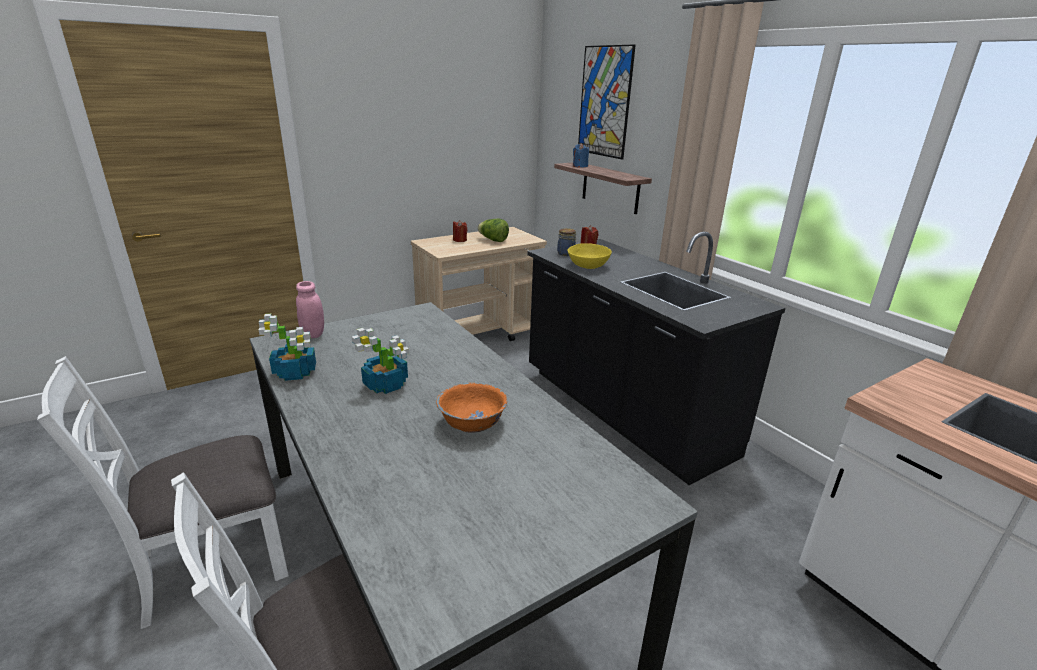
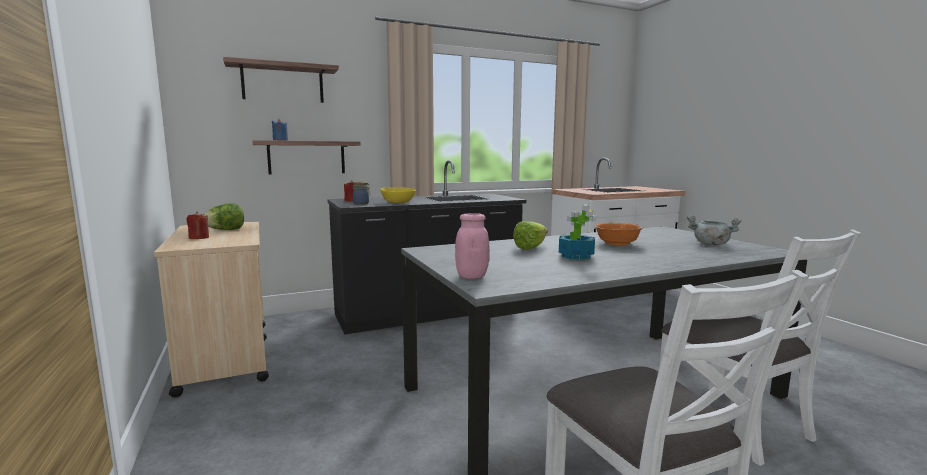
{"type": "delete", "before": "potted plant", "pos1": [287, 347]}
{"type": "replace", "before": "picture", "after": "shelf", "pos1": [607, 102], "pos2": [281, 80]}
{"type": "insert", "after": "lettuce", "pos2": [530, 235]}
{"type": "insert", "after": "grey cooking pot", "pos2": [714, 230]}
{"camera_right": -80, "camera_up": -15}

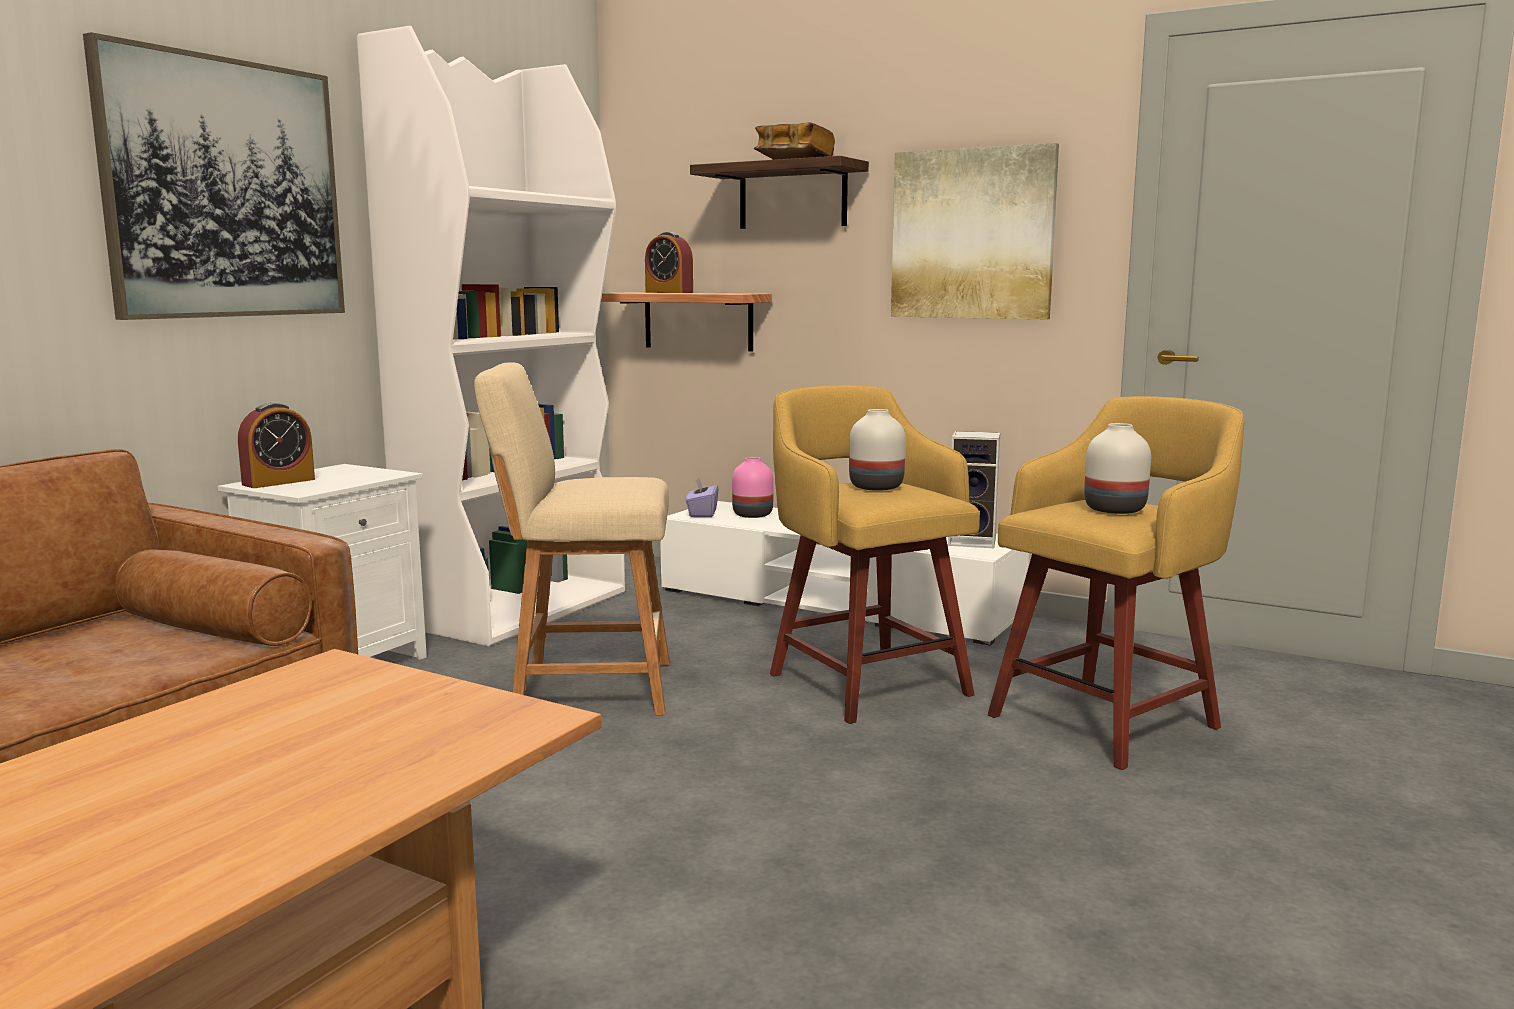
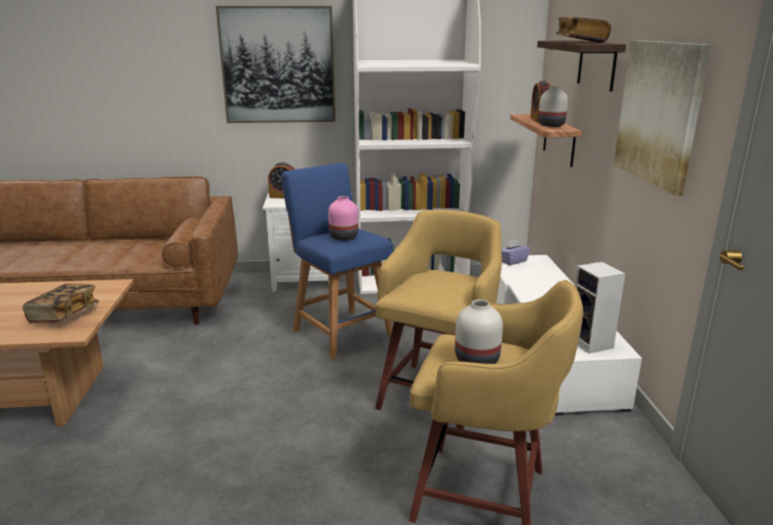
{"type": "recolor", "before": "beige stool", "after": "blue stool", "pos1": [572, 538], "pos2": [337, 261]}
{"type": "move", "before": "pink vase", "pos1": [753, 487], "pos2": [343, 218]}
{"type": "move", "before": "white vase", "pos1": [877, 450], "pos2": [553, 106]}
{"type": "insert", "after": "book", "pos2": [61, 303]}
{"camera_right": 55, "camera_up": 10}

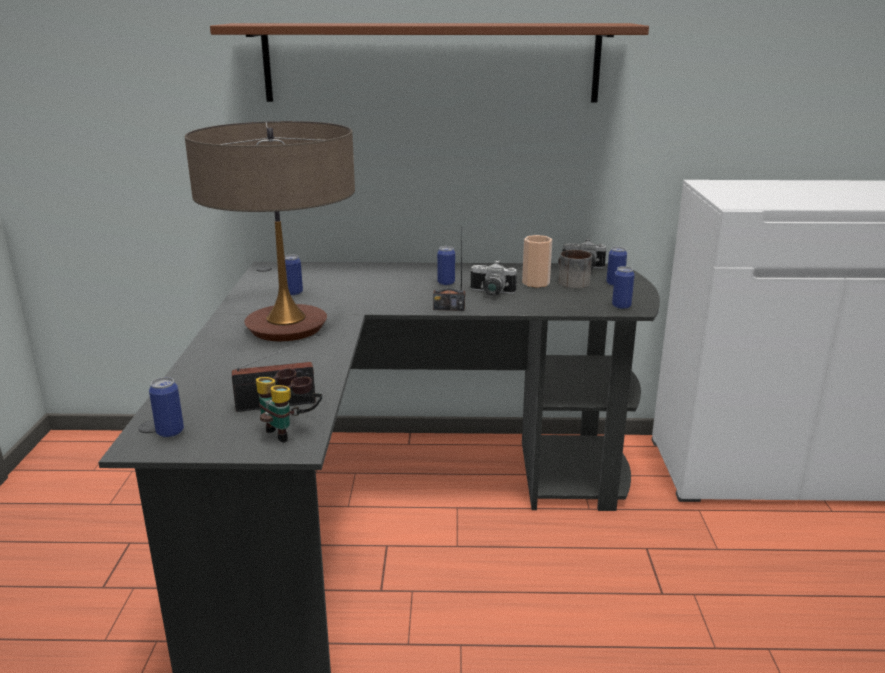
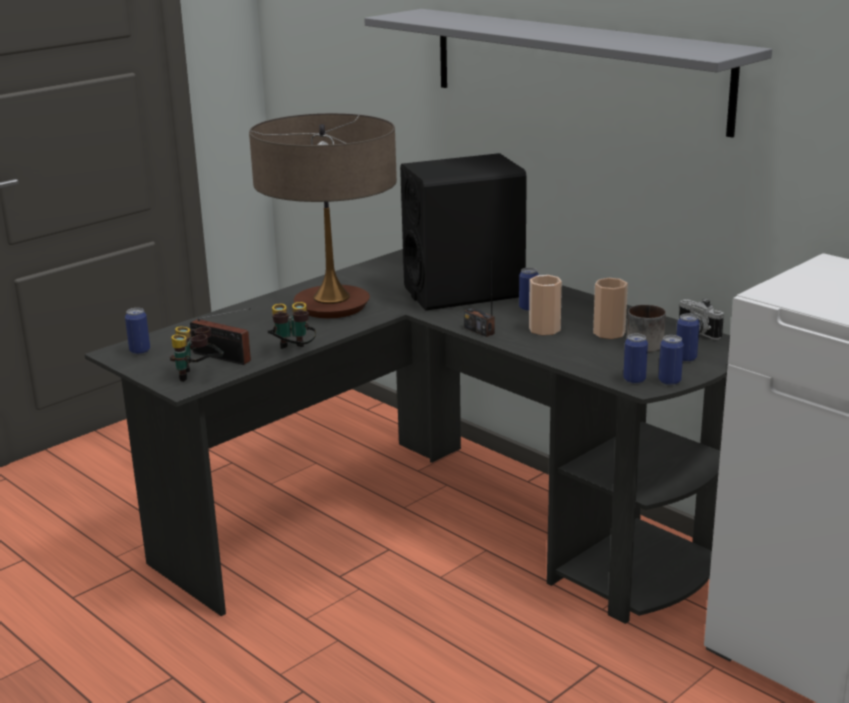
{"type": "recolor", "before": "brown shelf", "after": "grey shelf", "pos1": [429, 62], "pos2": [568, 73]}
{"type": "move", "before": "can", "pos1": [294, 274], "pos2": [671, 360]}
{"type": "replace", "before": "photo camera", "after": "cup", "pos1": [494, 278], "pos2": [545, 305]}
{"type": "insert", "after": "binoculars", "pos2": [292, 325]}
{"type": "insert", "after": "black speaker", "pos2": [463, 232]}
{"camera_right": 45, "camera_up": 0}

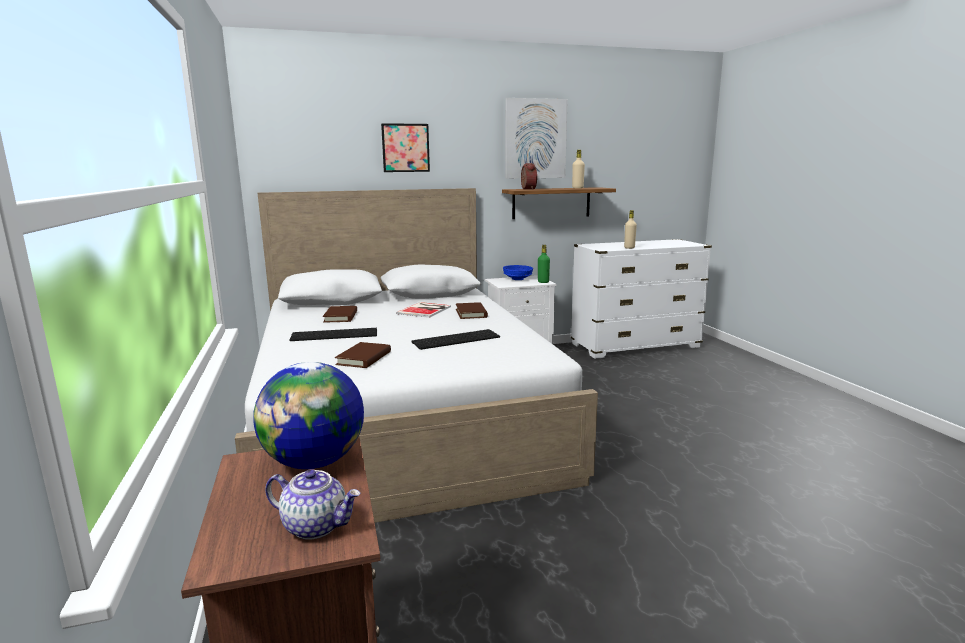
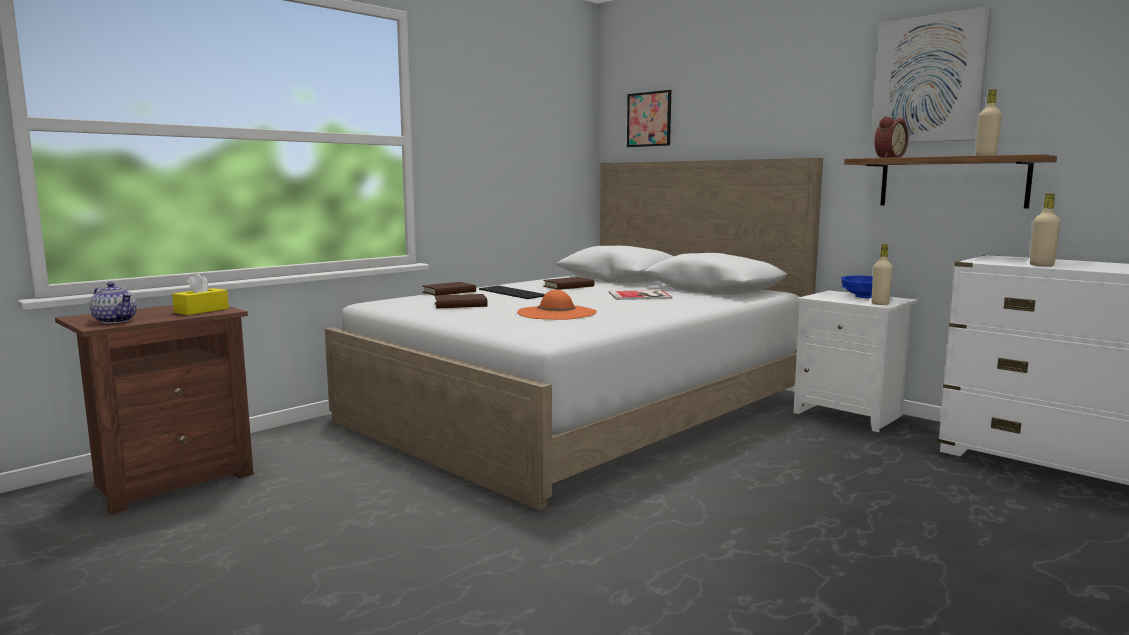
{"type": "replace", "before": "globe", "after": "yellow tissue box", "pos1": [308, 415], "pos2": [200, 294]}
{"type": "rotate", "before": "teapot", "pos1": [313, 504], "pos2": [113, 302], "turn": -45}
{"type": "move", "before": "picture", "pos1": [405, 147], "pos2": [649, 118]}
{"type": "replace", "before": "keyboard", "after": "orange hat", "pos1": [455, 339], "pos2": [557, 305]}
{"type": "move", "before": "brown book", "pos1": [472, 310], "pos2": [449, 289]}
{"type": "recolor", "before": "green bottle", "after": "beige bottle", "pos1": [544, 264], "pos2": [882, 274]}
{"camera_right": 60, "camera_up": -5}

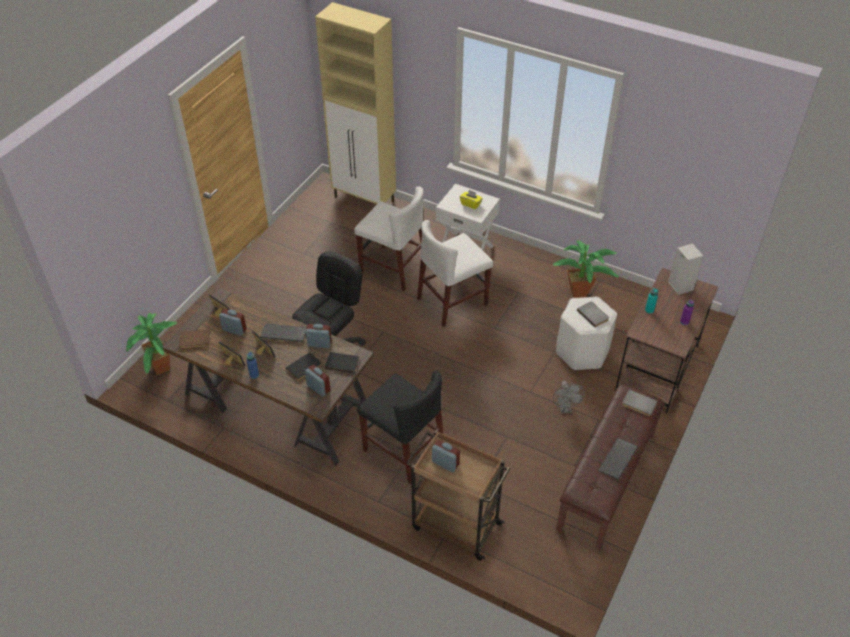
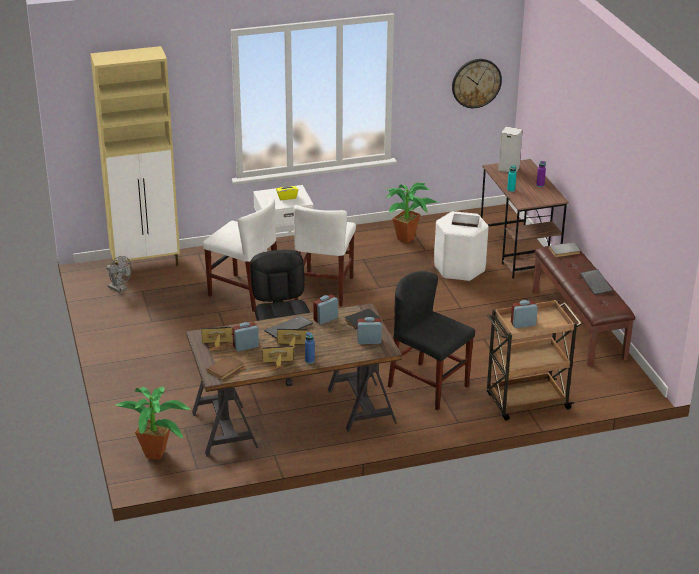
{"type": "delete", "before": "black book", "pos1": [304, 366]}
{"type": "rotate", "before": "white chair", "pos1": [388, 238], "pos2": [240, 254], "turn": 45}
{"type": "rotate", "before": "black chair", "pos1": [400, 427], "pos2": [431, 340], "turn": -135}
{"type": "move", "before": "grey fan", "pos1": [569, 397], "pos2": [119, 274]}
{"type": "insert", "after": "wall clock", "pos2": [477, 83]}
{"camera_right": -45, "camera_up": -15}

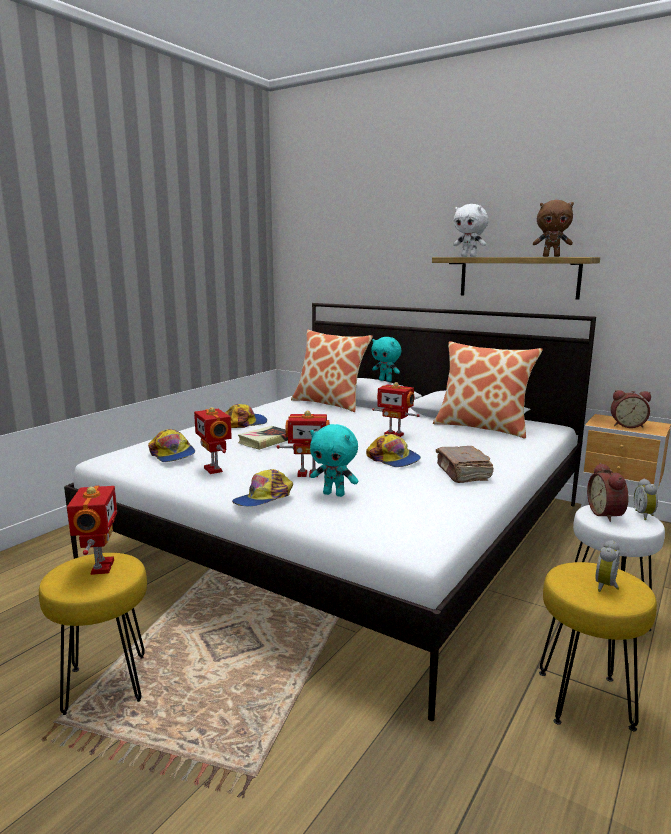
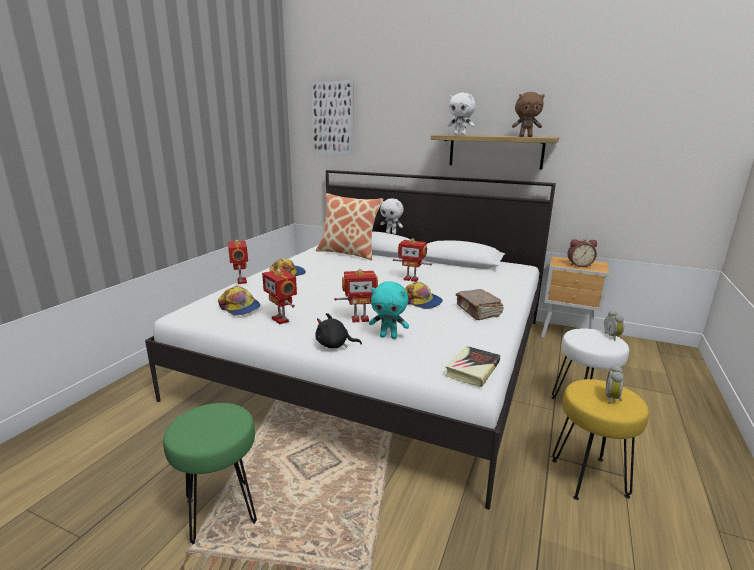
{"type": "recolor", "before": "yellow stool", "after": "green stool", "pos1": [93, 634], "pos2": [210, 473]}
{"type": "move", "before": "toy robot", "pos1": [92, 530], "pos2": [238, 262]}
{"type": "replace", "before": "cap", "after": "black plush toy", "pos1": [262, 488], "pos2": [338, 330]}
{"type": "move", "before": "book", "pos1": [263, 438], "pos2": [473, 366]}
{"type": "recolor", "before": "turquoise plush toy", "after": "white plush toy", "pos1": [386, 359], "pos2": [392, 216]}
{"type": "delete", "before": "pillow", "pos1": [488, 390]}
{"type": "delete", "before": "alarm clock", "pos1": [608, 492]}
{"type": "insert", "after": "picture", "pos2": [332, 118]}
{"camera_right": -10, "camera_up": 5}

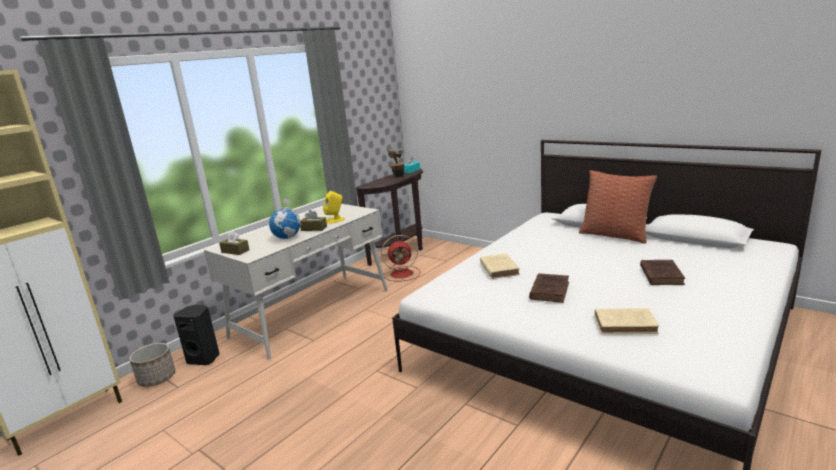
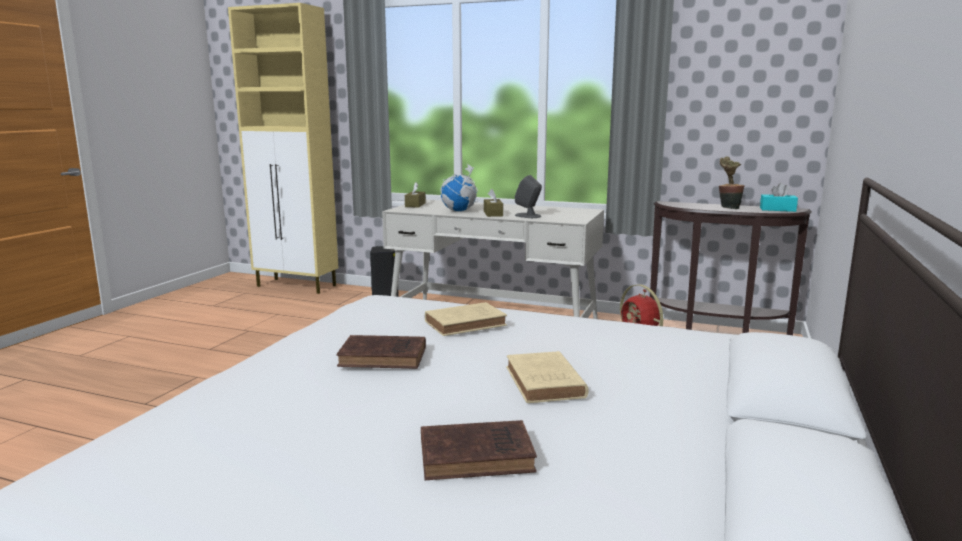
{"type": "delete", "before": "planter", "pos1": [152, 365]}
{"type": "recolor", "before": "yellow speaker", "after": "grey speaker", "pos1": [334, 207], "pos2": [528, 196]}
{"type": "delete", "before": "pillow", "pos1": [618, 207]}
{"type": "move", "before": "beige book", "pos1": [627, 321], "pos2": [547, 377]}
{"camera_right": 70, "camera_up": -5}

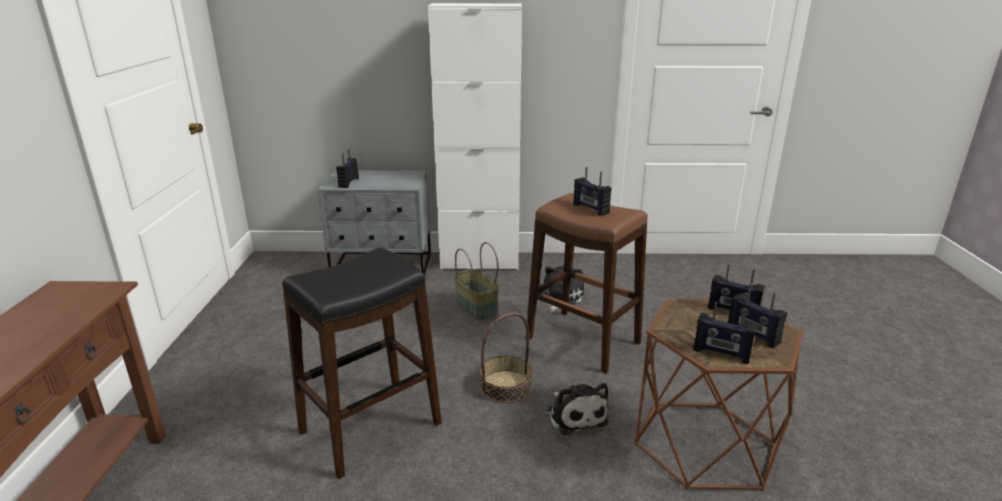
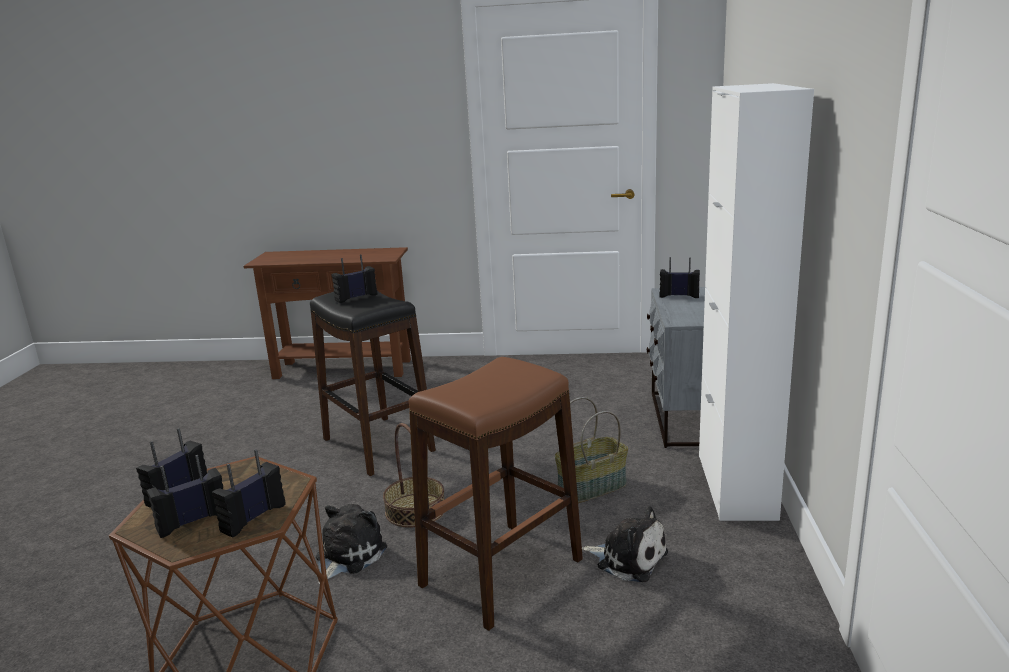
{"type": "rotate", "before": "plush toy", "pos1": [577, 409], "pos2": [351, 544], "turn": 135}
{"type": "move", "before": "radio", "pos1": [592, 191], "pos2": [354, 278]}
{"camera_right": 95, "camera_up": -5}

